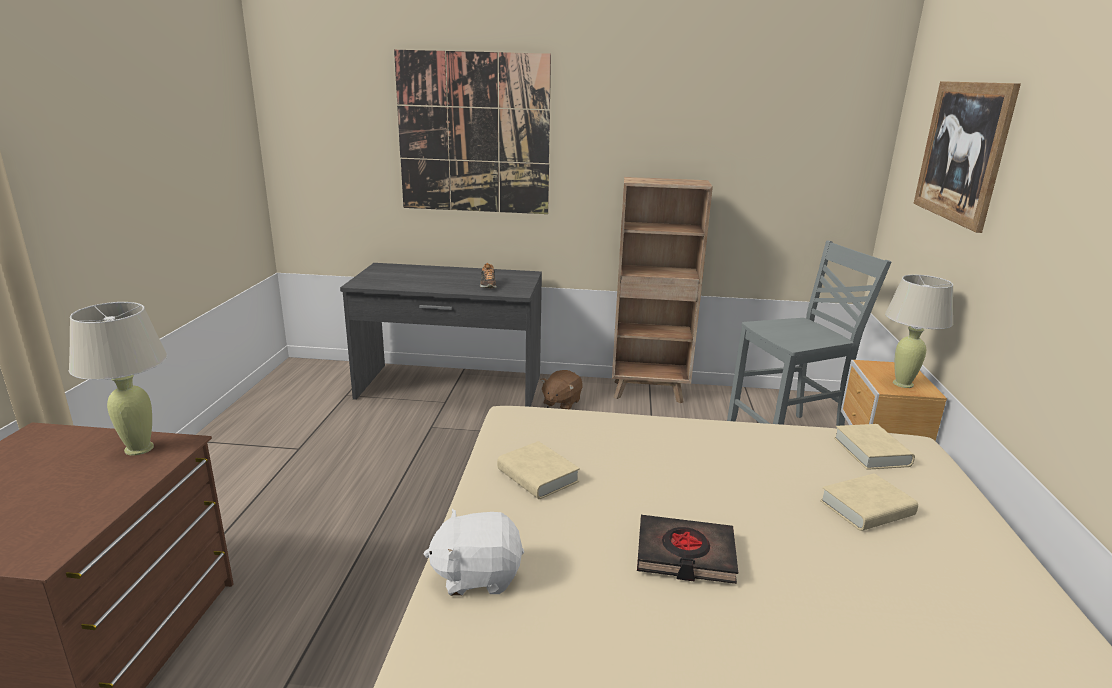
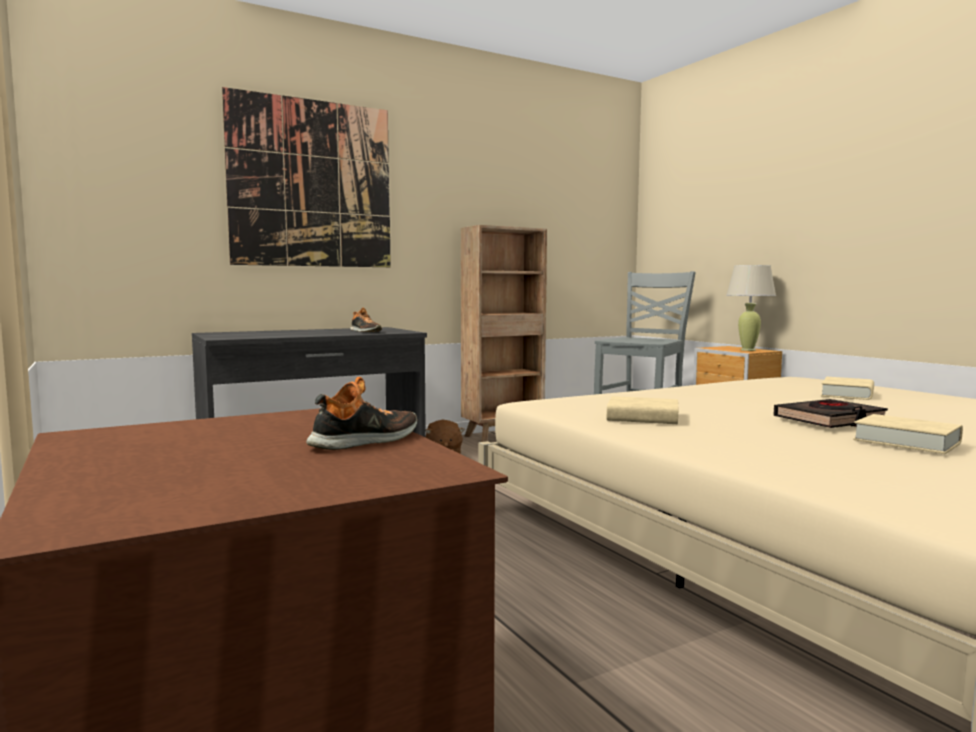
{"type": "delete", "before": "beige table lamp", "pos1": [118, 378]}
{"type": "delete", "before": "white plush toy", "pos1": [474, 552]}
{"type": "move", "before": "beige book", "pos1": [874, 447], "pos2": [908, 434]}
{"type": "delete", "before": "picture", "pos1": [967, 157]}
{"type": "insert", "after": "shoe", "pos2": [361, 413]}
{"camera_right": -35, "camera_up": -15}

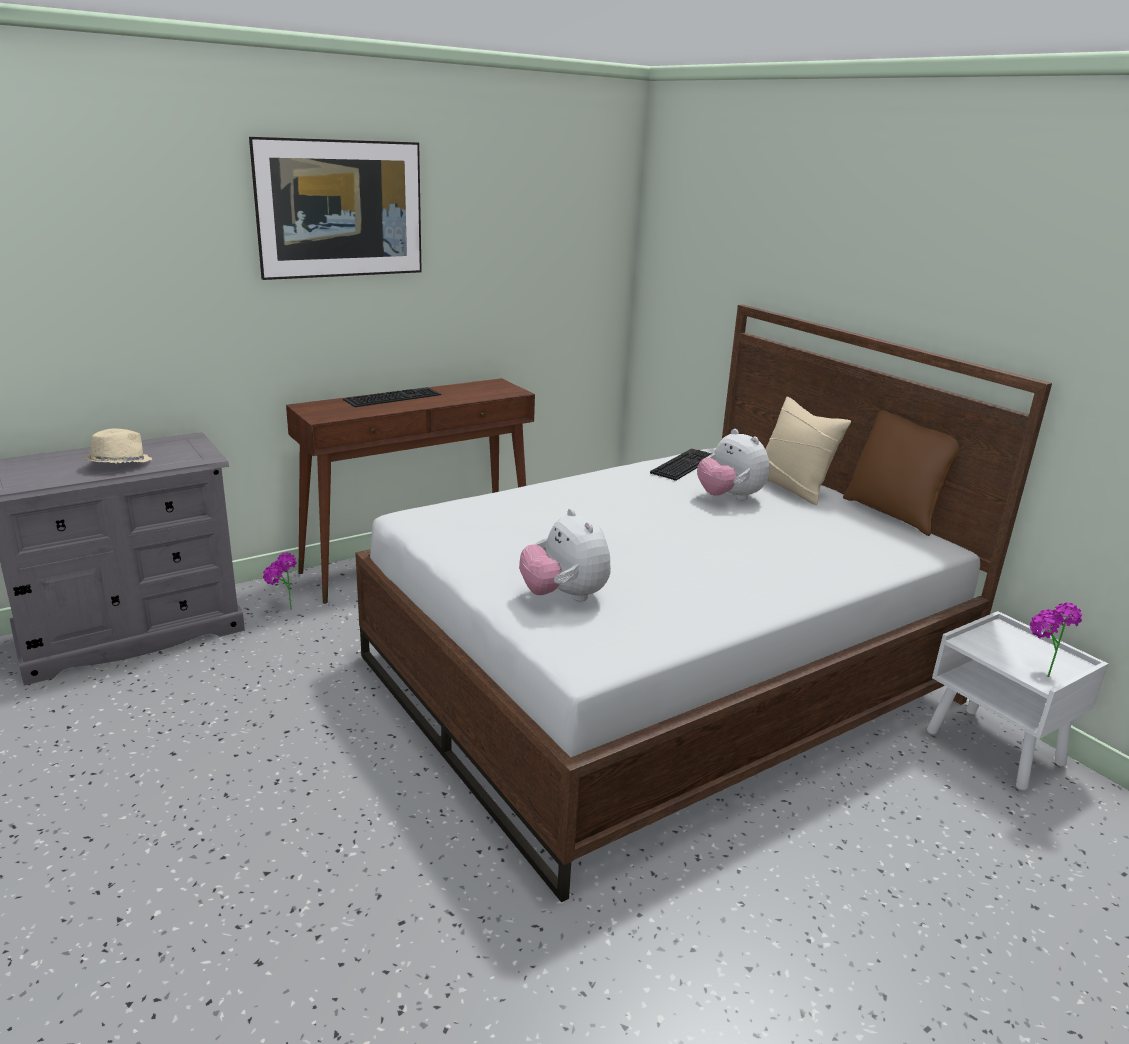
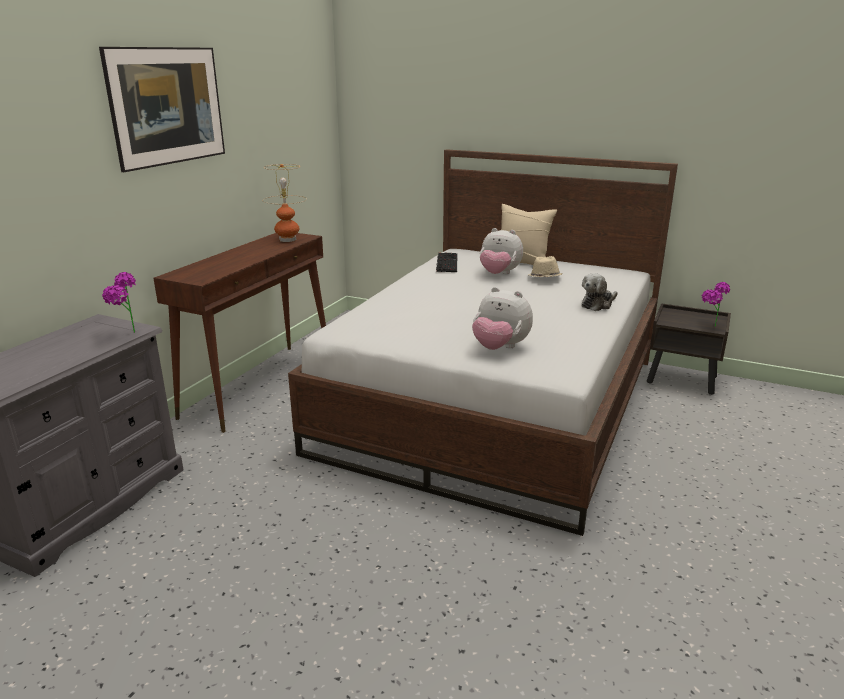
{"type": "move", "before": "beige hat", "pos1": [119, 445], "pos2": [545, 266]}
{"type": "move", "before": "potted plant", "pos1": [280, 581], "pos2": [119, 302]}
{"type": "delete", "before": "keyboard", "pos1": [392, 397]}
{"type": "delete", "before": "brown pillow", "pos1": [901, 473]}
{"type": "recolor", "before": "white nightstand", "after": "brown nightstand", "pos1": [1017, 700], "pos2": [689, 349]}
{"type": "insert", "after": "table lamp", "pos2": [285, 203]}
{"type": "insert", "after": "plush toy", "pos2": [599, 292]}
{"camera_right": -30, "camera_up": 0}

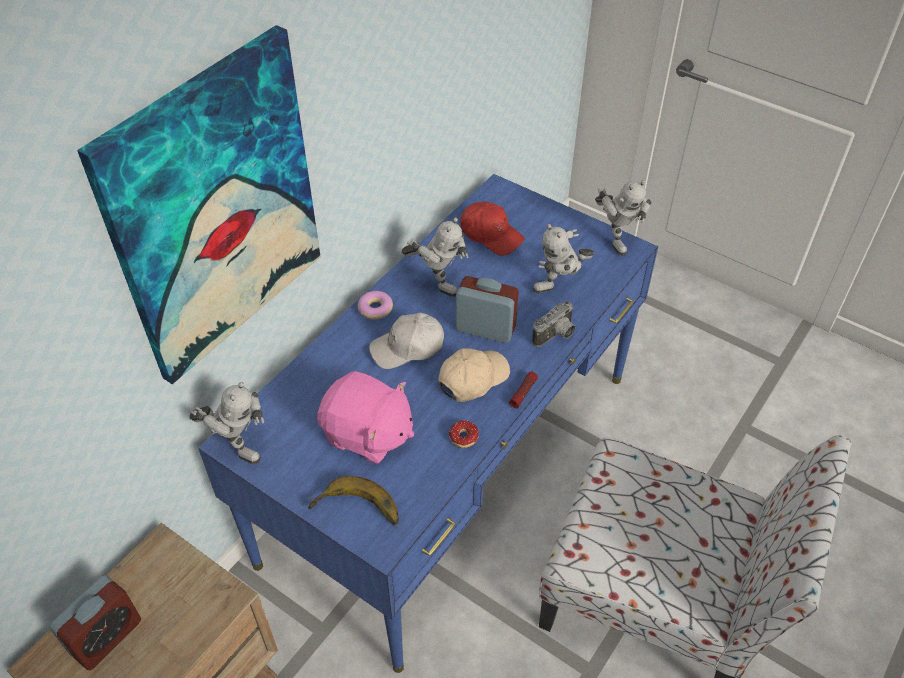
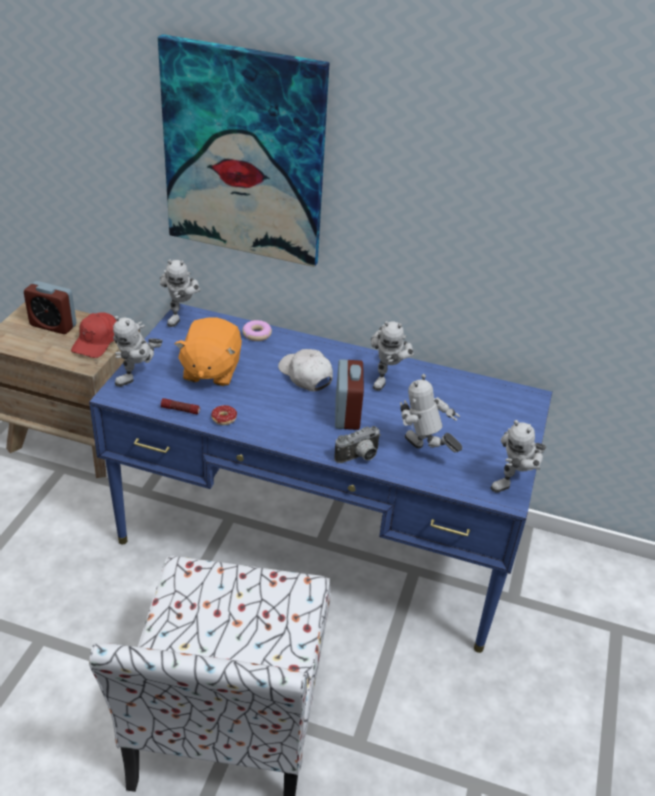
{"type": "replace", "before": "banana", "after": "toy robot", "pos1": [353, 501], "pos2": [138, 351]}
{"type": "recolor", "before": "pink plush toy", "after": "orange plush toy", "pos1": [365, 417], "pos2": [208, 351]}
{"type": "move", "before": "donut", "pos1": [375, 305], "pos2": [257, 330]}
{"type": "delete", "before": "beige cap", "pos1": [474, 375]}
{"type": "move", "before": "red cap", "pos1": [492, 229], "pos2": [94, 335]}
{"type": "move", "before": "flashlight", "pos1": [523, 390], "pos2": [180, 406]}
{"type": "rotate", "before": "photo camera", "pos1": [553, 324], "pos2": [357, 444], "turn": -60}
{"camera_right": 70, "camera_up": -10}

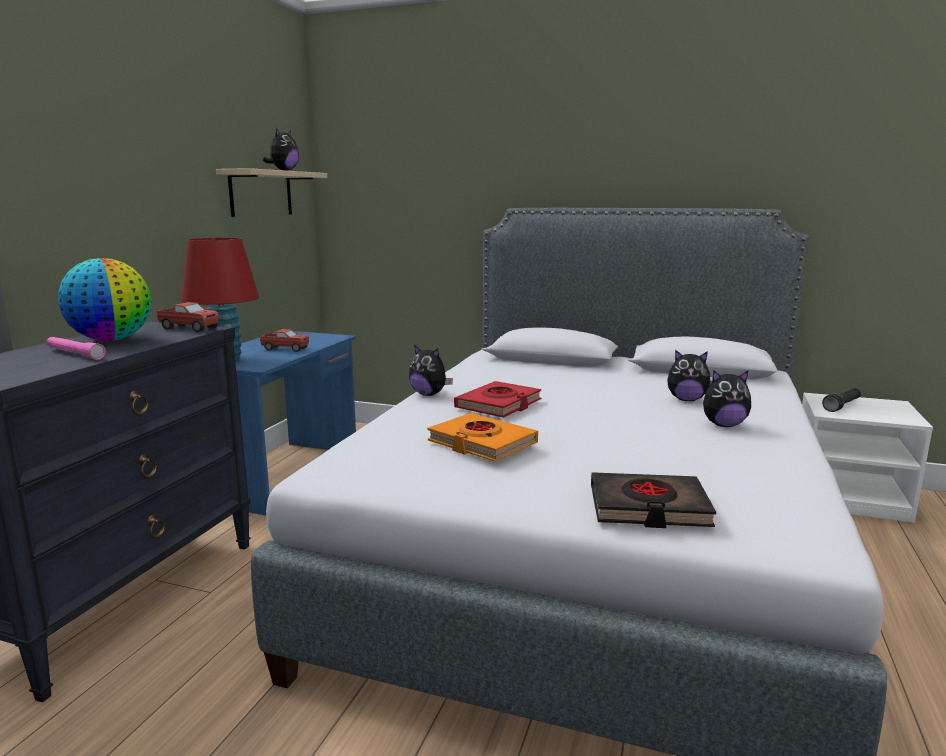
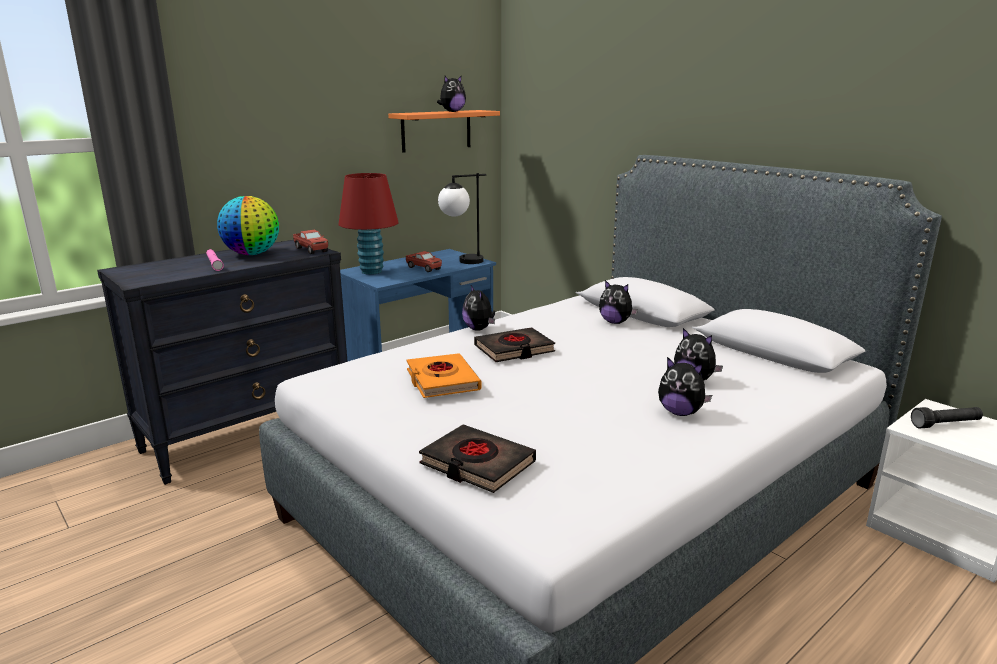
{"type": "recolor", "before": "beige shelf", "after": "orange shelf", "pos1": [271, 192], "pos2": [444, 131]}
{"type": "recolor", "before": "red book", "after": "black book", "pos1": [497, 399], "pos2": [514, 344]}
{"type": "insert", "after": "table lamp", "pos2": [462, 218]}
{"type": "insert", "after": "plush toy", "pos2": [618, 302]}
{"camera_right": 30, "camera_up": 5}

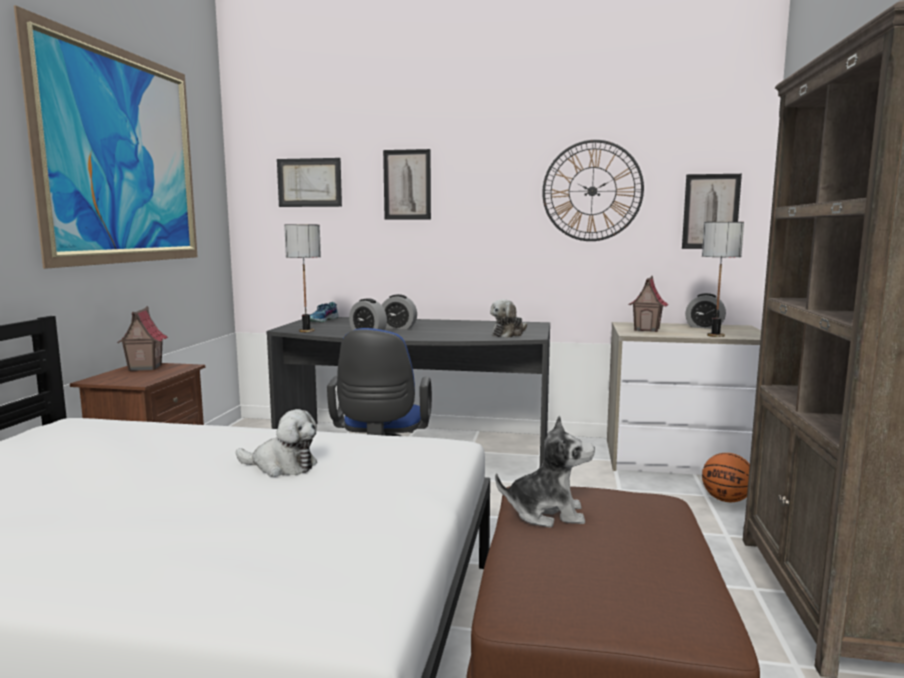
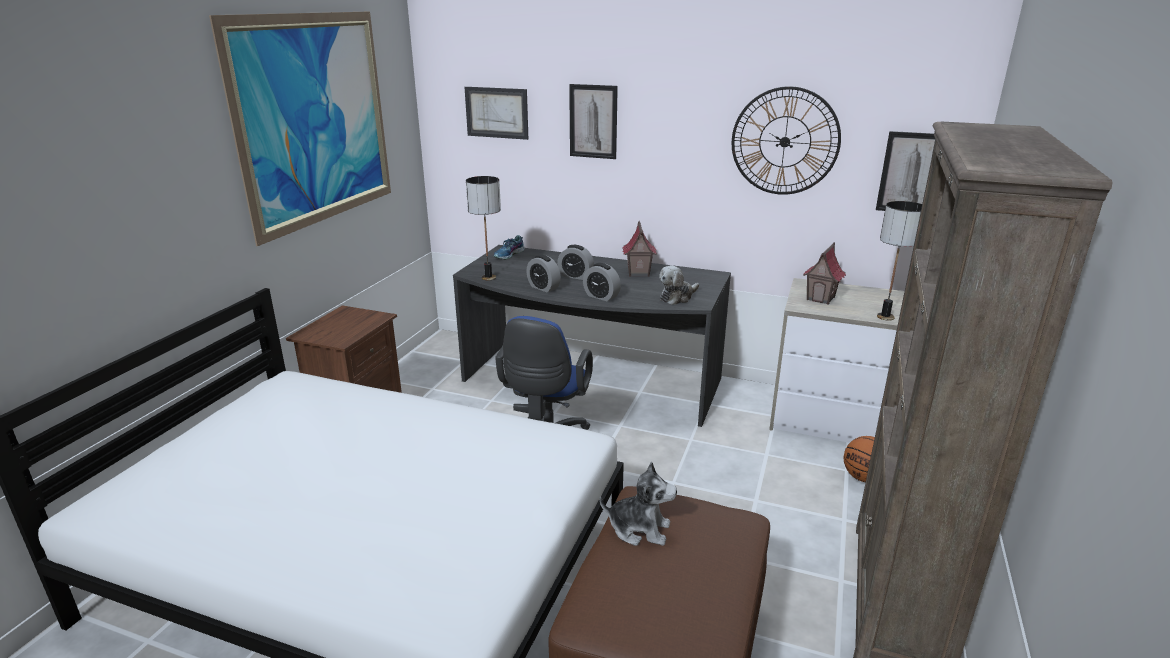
{"type": "move", "before": "toy house", "pos1": [142, 338], "pos2": [639, 249]}
{"type": "delete", "before": "plush toy", "pos1": [276, 443]}
{"type": "move", "before": "alarm clock", "pos1": [705, 311], "pos2": [602, 282]}
{"camera_right": 10, "camera_up": 15}

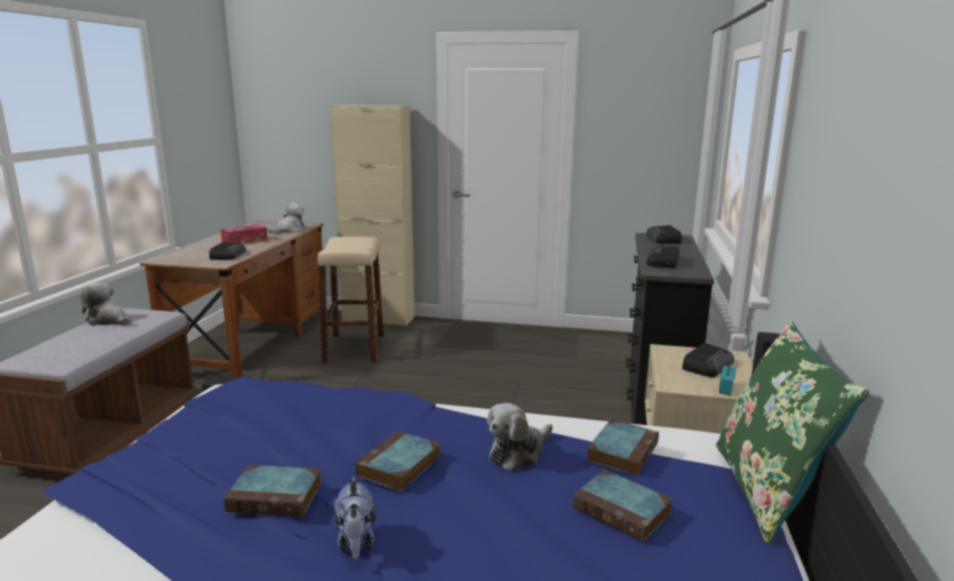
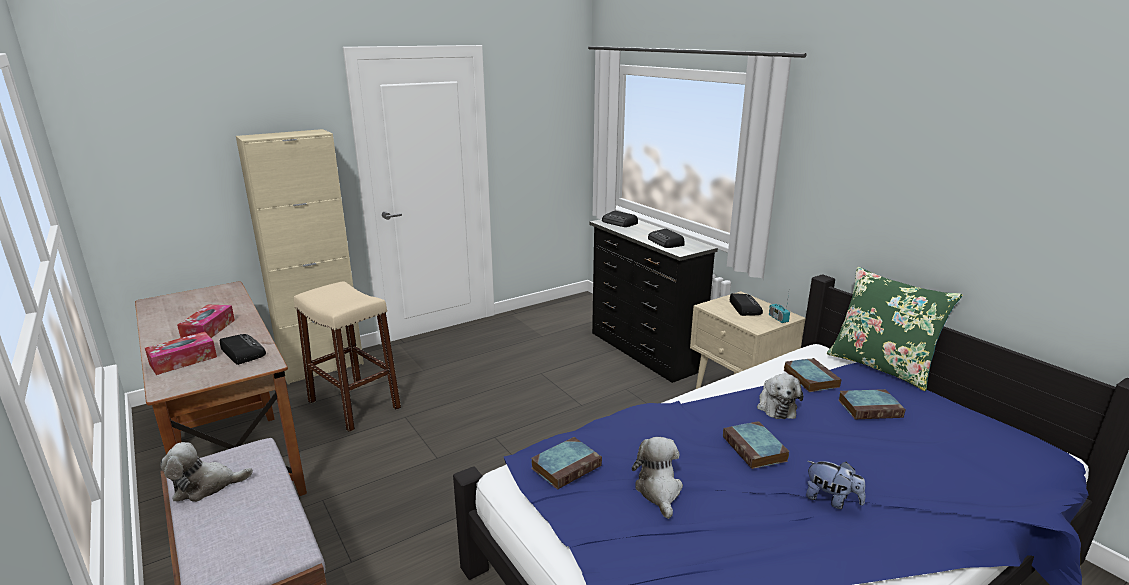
{"type": "move", "before": "book", "pos1": [273, 491], "pos2": [566, 463]}
{"type": "move", "before": "plush toy", "pos1": [286, 217], "pos2": [657, 478]}
{"type": "insert", "after": "tissue box", "pos2": [181, 353]}
{"camera_right": -45, "camera_up": 5}

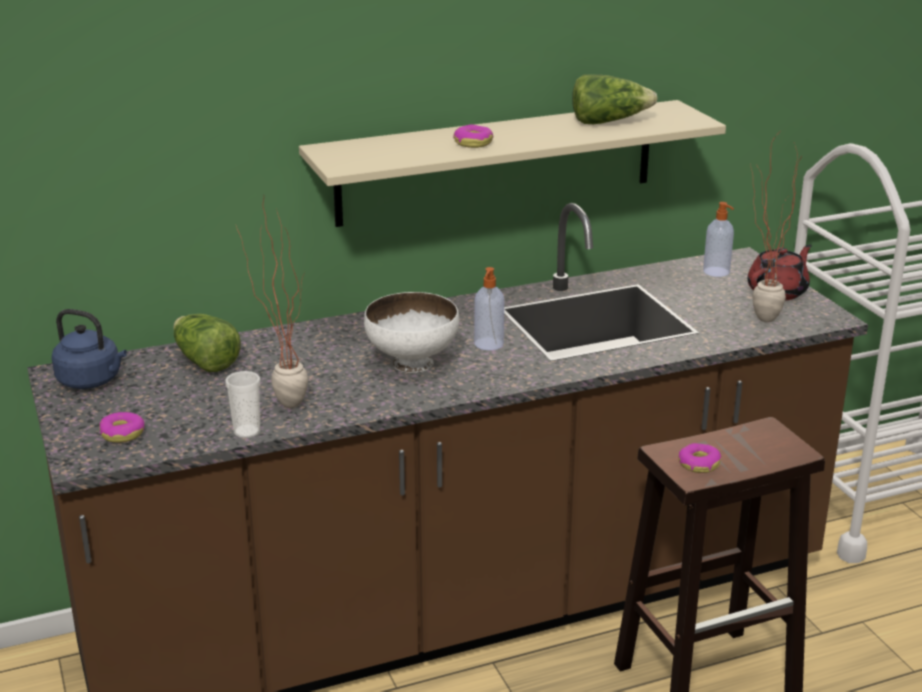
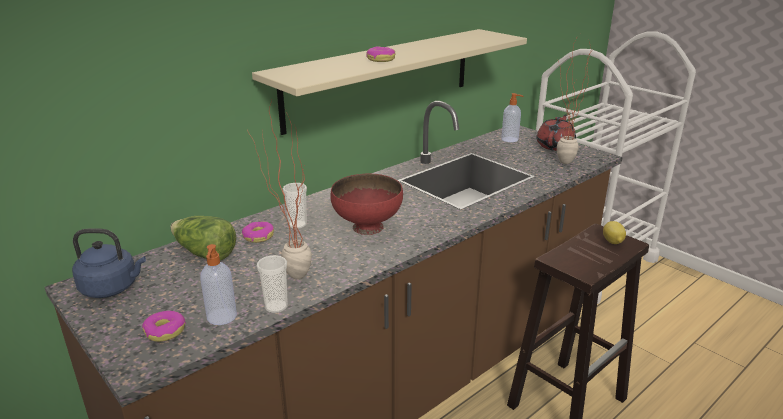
{"type": "recolor", "before": "white bowl", "after": "red bowl", "pos1": [411, 332], "pos2": [367, 204]}
{"type": "move", "before": "soap dispenser", "pos1": [489, 308], "pos2": [218, 284]}
{"type": "delete", "before": "lettuce", "pos1": [615, 99]}
{"type": "move", "before": "donut", "pos1": [700, 458], "pos2": [258, 232]}
{"type": "insert", "after": "cup", "pos2": [295, 206]}
{"type": "insert", "after": "lemon", "pos2": [614, 232]}
{"camera_right": -20, "camera_up": 0}

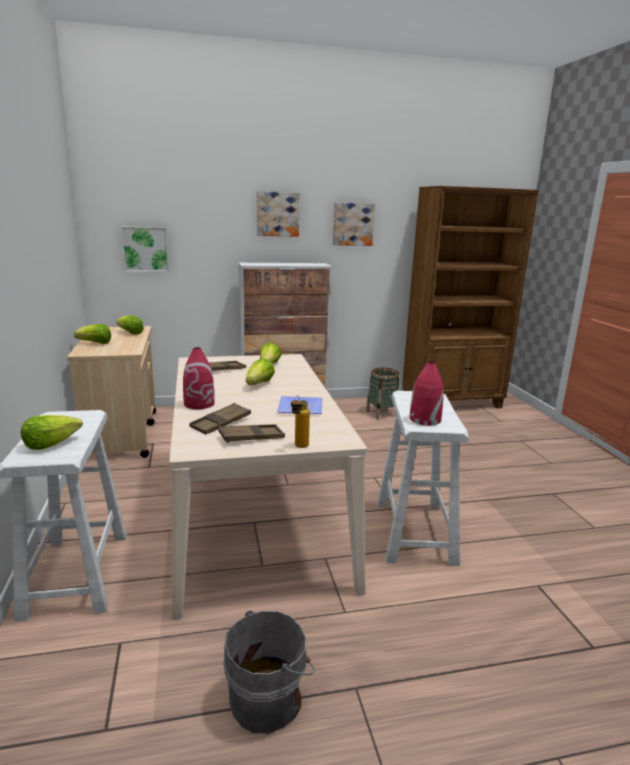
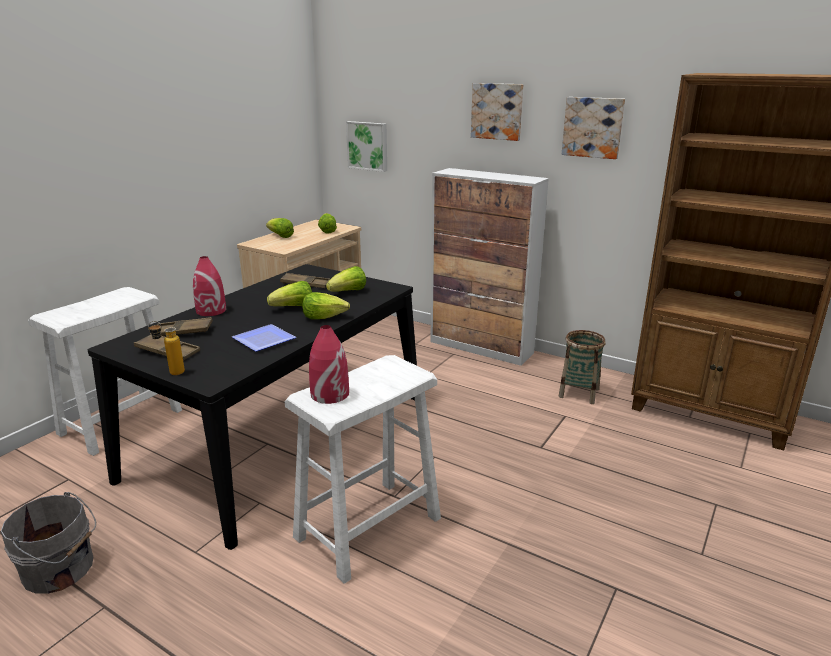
{"type": "move", "before": "lettuce", "pos1": [52, 432], "pos2": [326, 305]}
{"type": "recolor", "before": "beige dining table", "after": "black dining table", "pos1": [268, 487], "pos2": [252, 407]}
{"camera_right": 45, "camera_up": 5}

